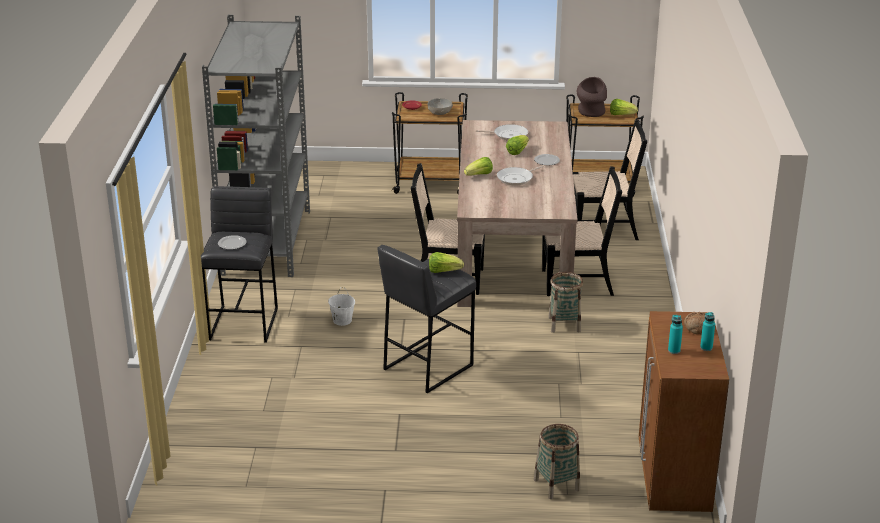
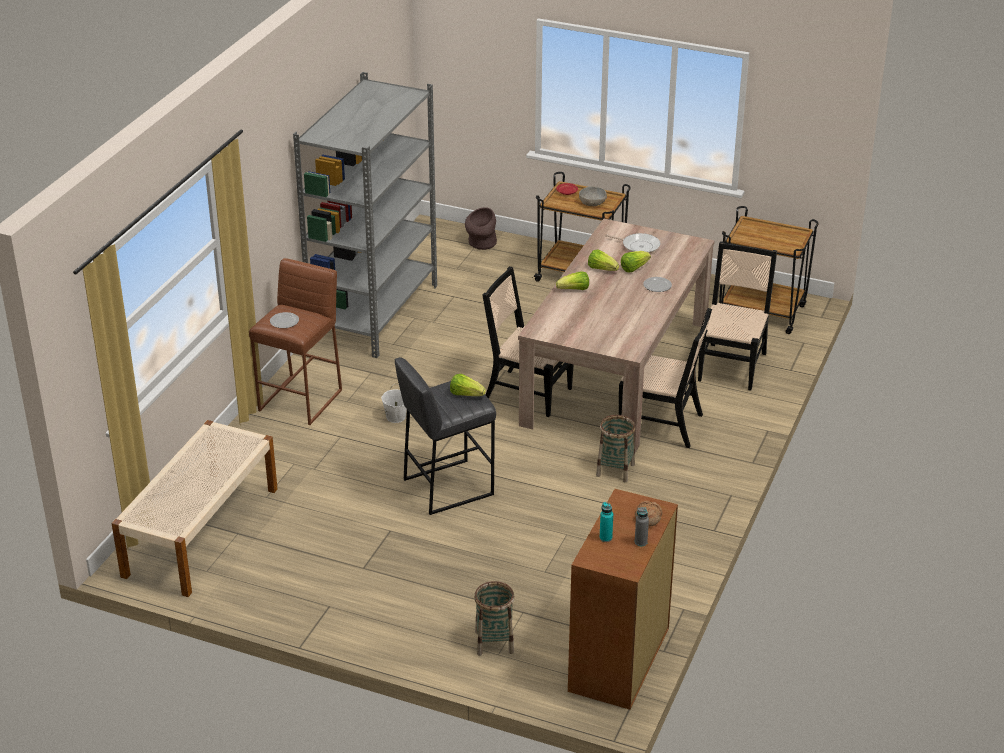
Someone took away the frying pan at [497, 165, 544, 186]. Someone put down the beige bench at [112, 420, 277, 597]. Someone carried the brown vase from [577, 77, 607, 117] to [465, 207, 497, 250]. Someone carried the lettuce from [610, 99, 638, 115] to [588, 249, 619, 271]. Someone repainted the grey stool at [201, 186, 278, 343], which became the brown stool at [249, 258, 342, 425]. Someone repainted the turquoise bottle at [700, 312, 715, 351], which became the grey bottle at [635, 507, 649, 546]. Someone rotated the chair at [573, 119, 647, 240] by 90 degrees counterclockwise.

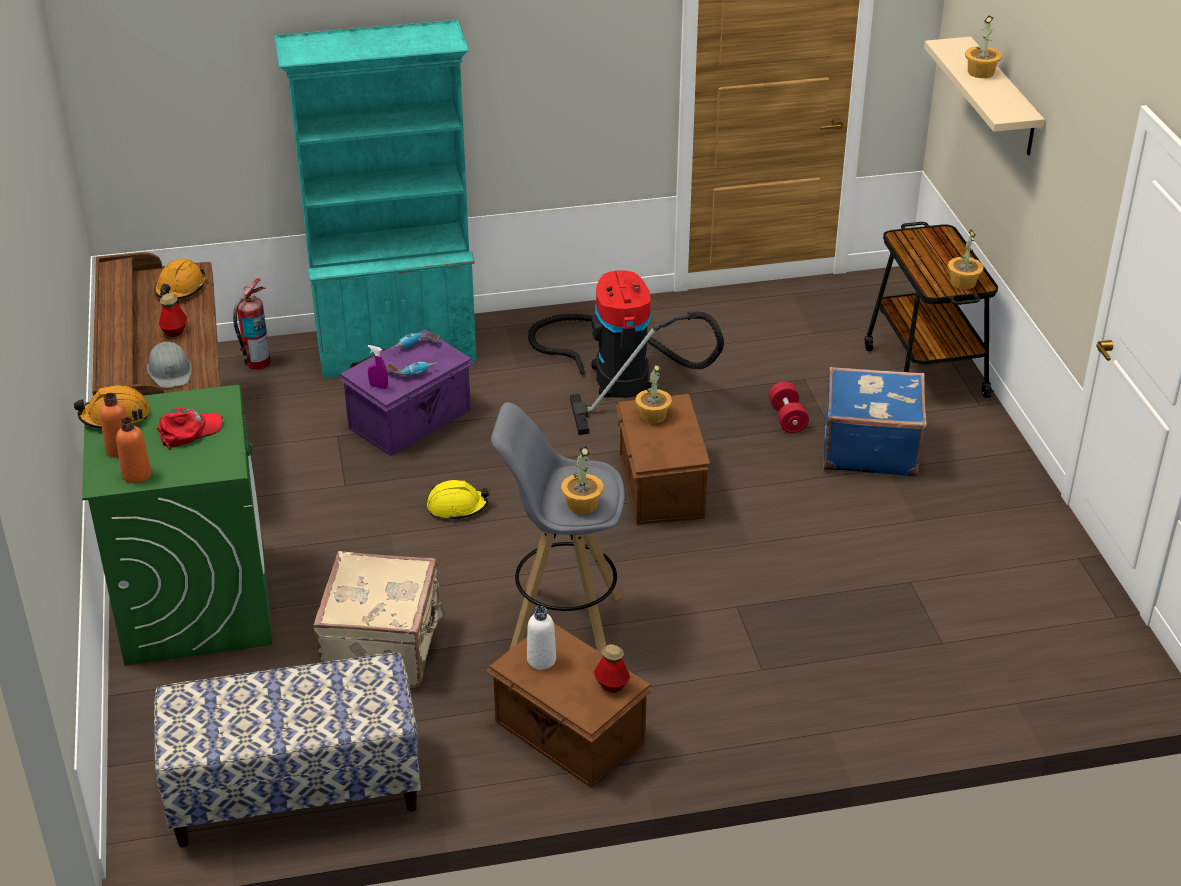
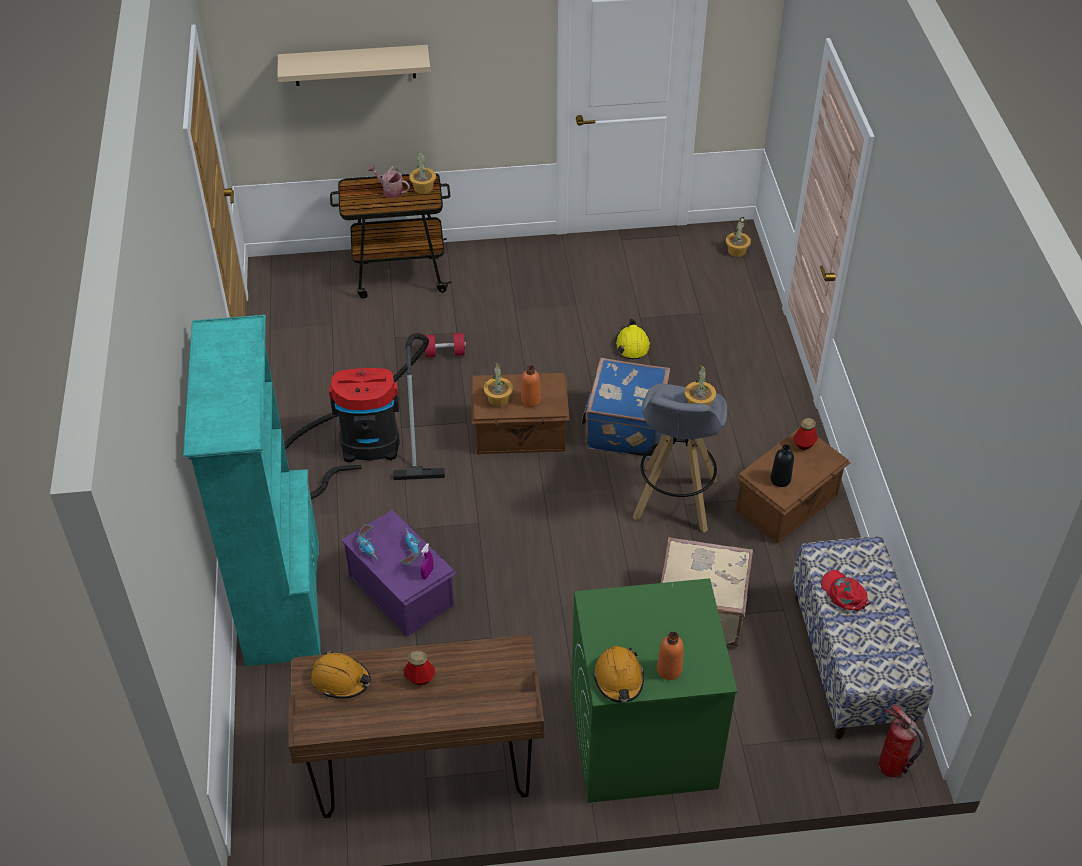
Someone took away the grey hard hat at [147, 342, 192, 388]. Someone put down the watering can at [368, 165, 410, 198]. Someone carried the orange bottle from [116, 417, 152, 484] to [521, 365, 541, 407]. Someone carried the red cap from [157, 408, 223, 450] to [821, 570, 872, 611]. Someone carried the fire extinguisher from [233, 278, 270, 370] to [879, 705, 925, 777]. Someone carried the yellow hard hat from [427, 480, 490, 521] to [615, 319, 651, 359]. Someone carried the blue suitcase from [823, 367, 927, 477] to [582, 358, 670, 458]. Someone carried the potted plant from [965, 16, 1002, 78] to [726, 217, 751, 257]. Someone repainted the white bottle at [527, 606, 556, 670], which became the black bottle at [770, 444, 794, 487].

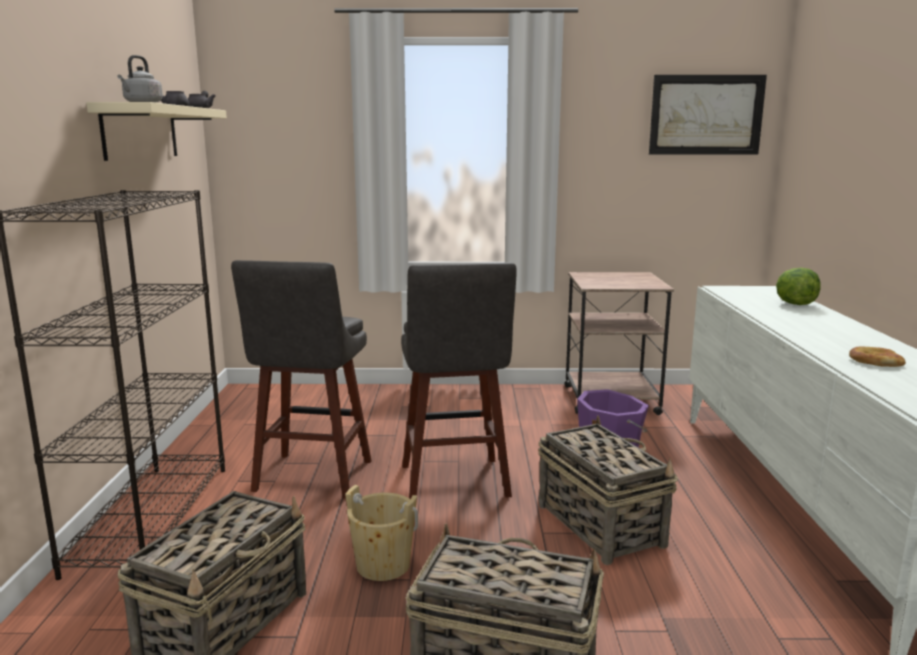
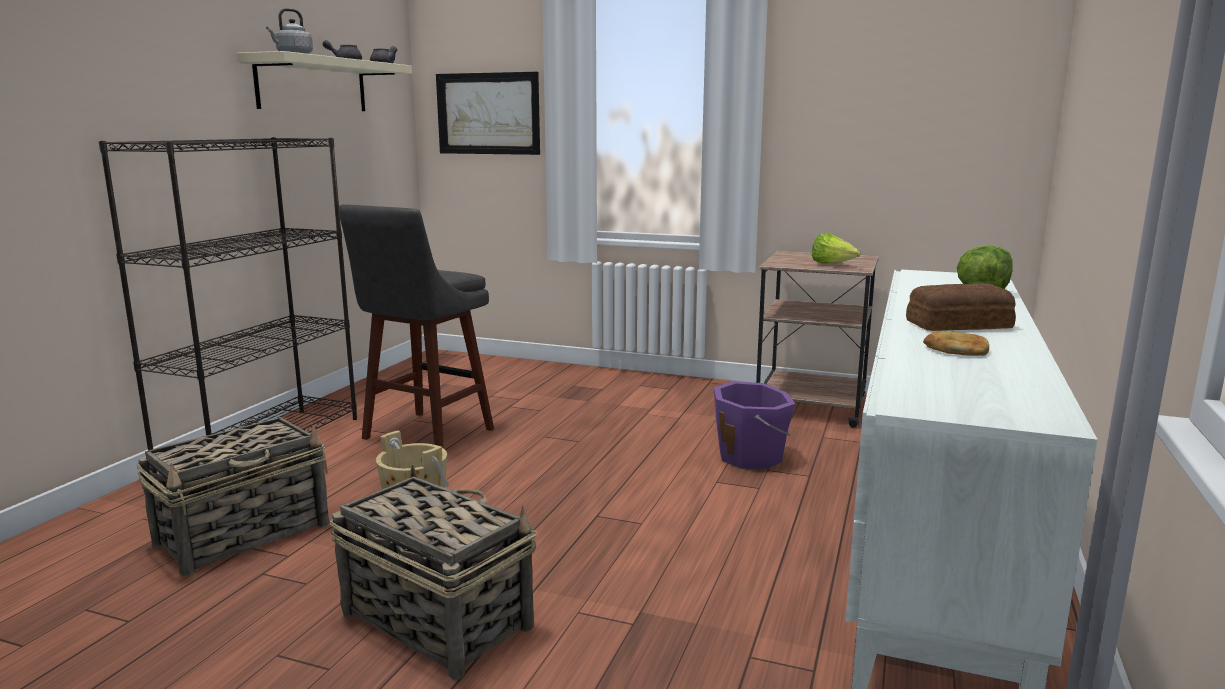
Someone took away the grey stool at [401, 262, 517, 499]. Someone took away the basket at [538, 415, 679, 565]. Someone put down the lettuce at [812, 233, 861, 264]. Someone put down the bread at [906, 283, 1016, 331]. Someone carried the picture from [649, 75, 767, 155] to [436, 72, 540, 155].

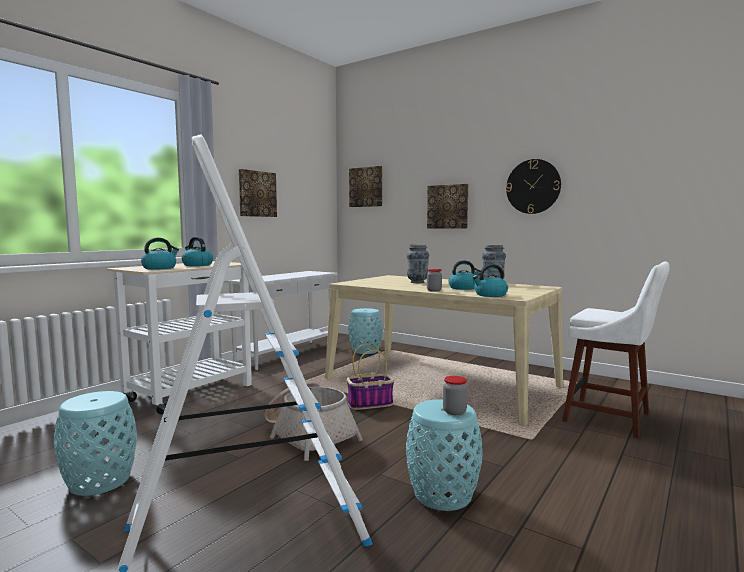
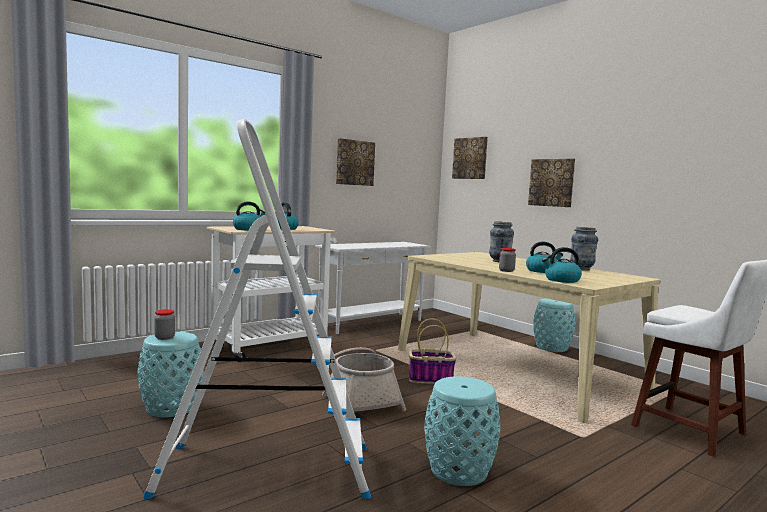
Someone took away the wall clock at [506, 159, 561, 214]. Someone carried the turquoise stool from [348, 308, 383, 354] to [533, 298, 575, 352]. Someone carried the jar from [443, 376, 468, 415] to [154, 309, 175, 340].

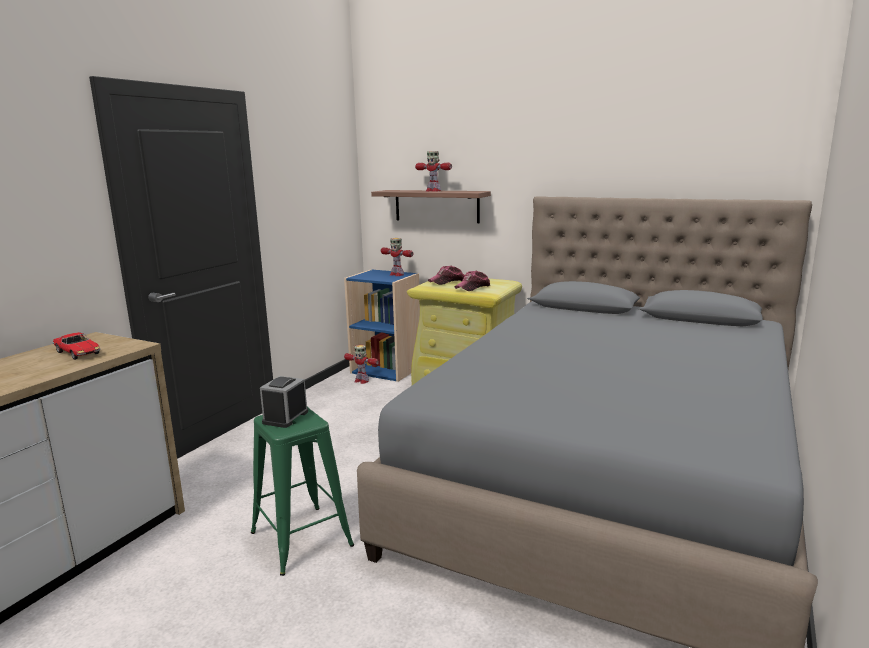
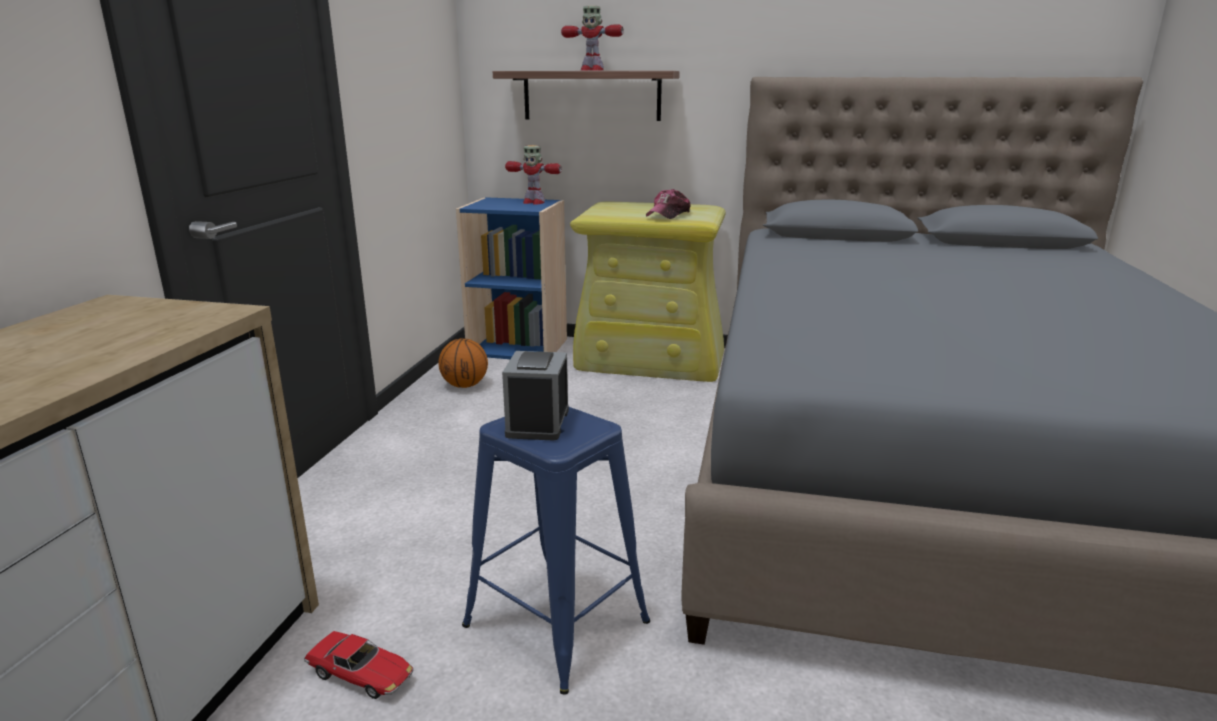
Someone took away the toy robot at [344, 345, 379, 384]. Someone took away the cap at [428, 266, 465, 285]. Someone put down the basketball at [439, 338, 488, 388]. Someone carried the toy car from [53, 332, 101, 360] to [304, 631, 414, 699]. Someone repainted the green stool at [251, 407, 354, 576], which became the blue stool at [462, 407, 650, 694].

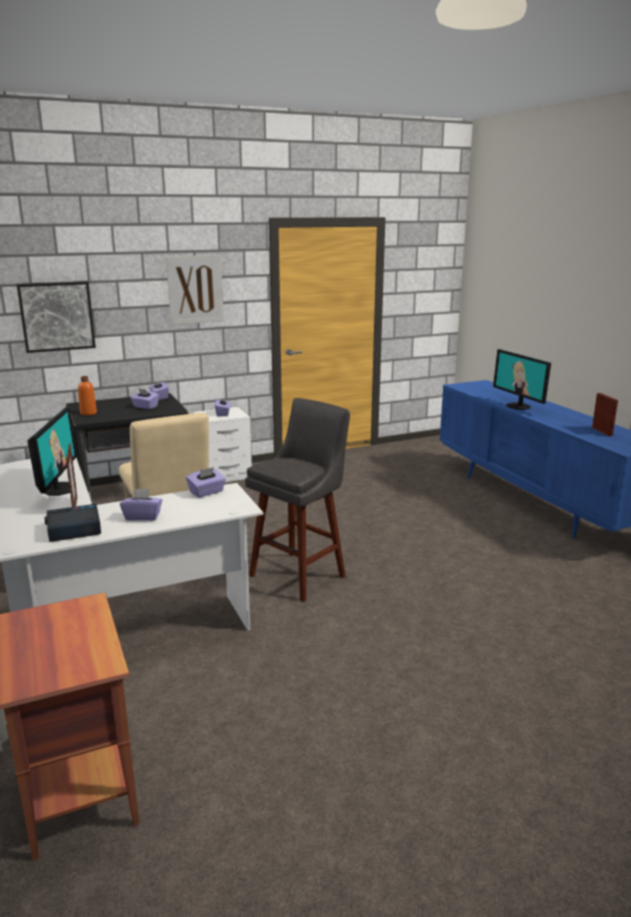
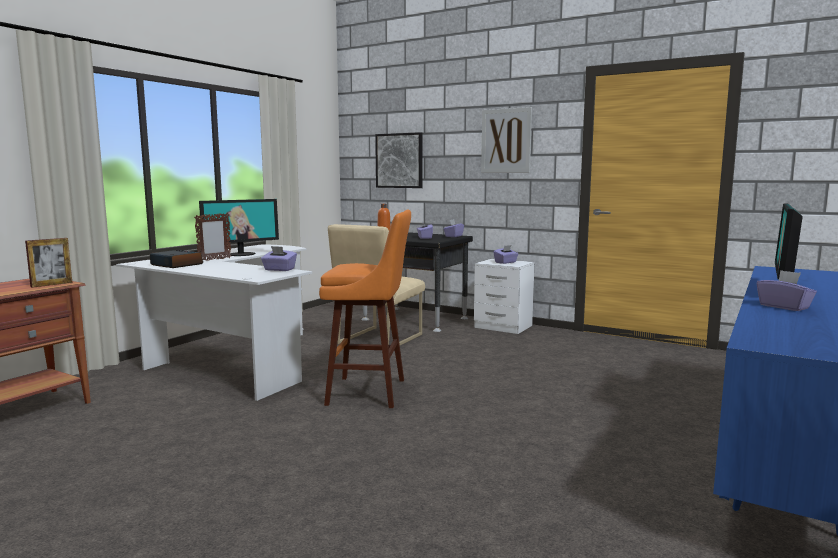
Someone carried the purple tissue box from [120, 489, 162, 521] to [757, 270, 817, 311]. Someone carried the picture frame from [592, 393, 618, 436] to [25, 238, 72, 288]. Someone repainted the grey stool at [245, 398, 350, 602], which became the orange stool at [319, 209, 411, 408].

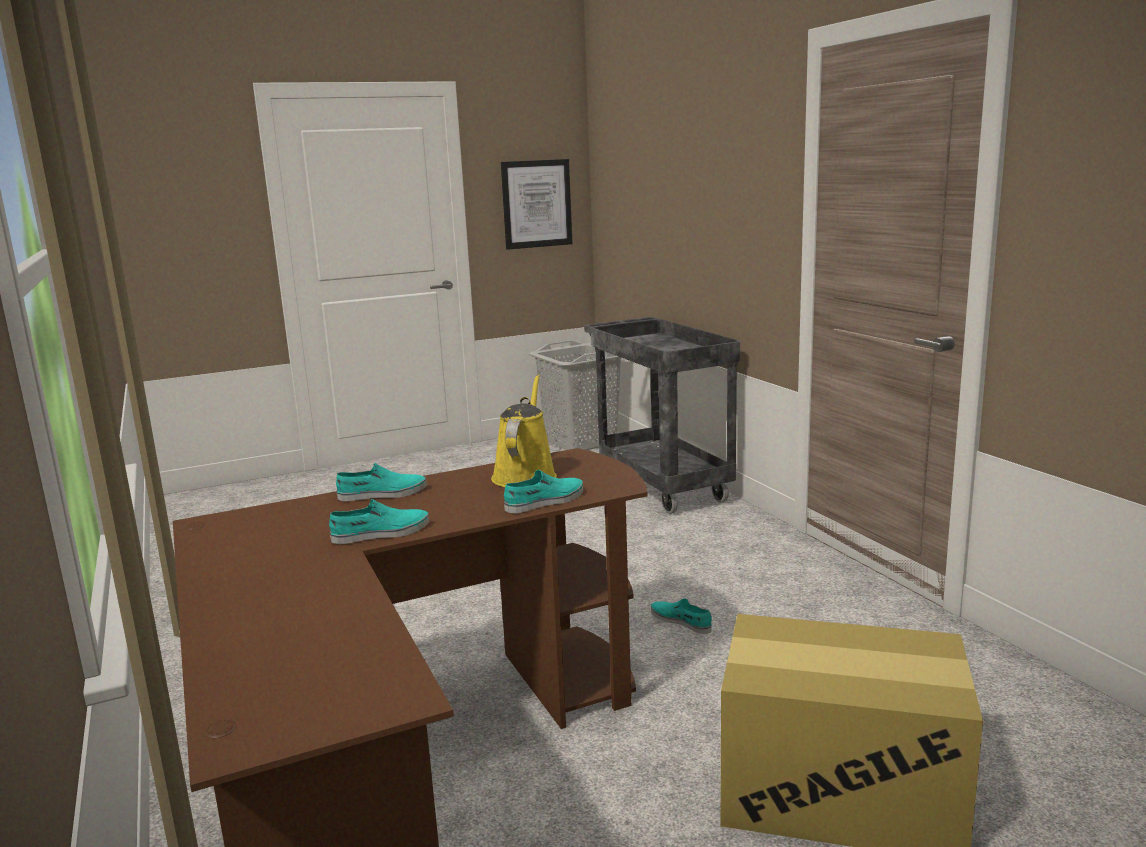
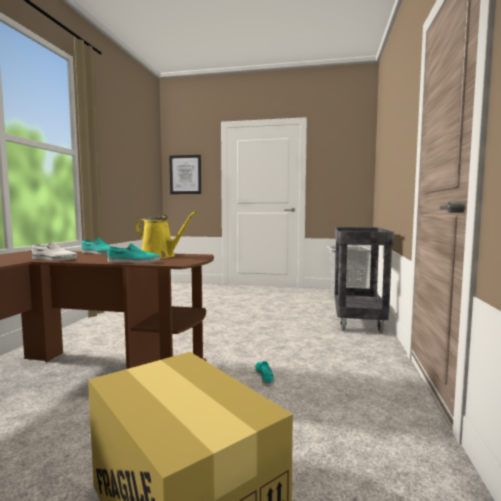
Someone carried the picture from [501, 159, 572, 250] to [169, 155, 201, 194]. Someone repainted the turquoise shoe at [329, 499, 429, 544], which became the white shoe at [32, 241, 77, 261]. Someone rotated the yellow watering can at [491, 375, 557, 487] by 75 degrees clockwise.

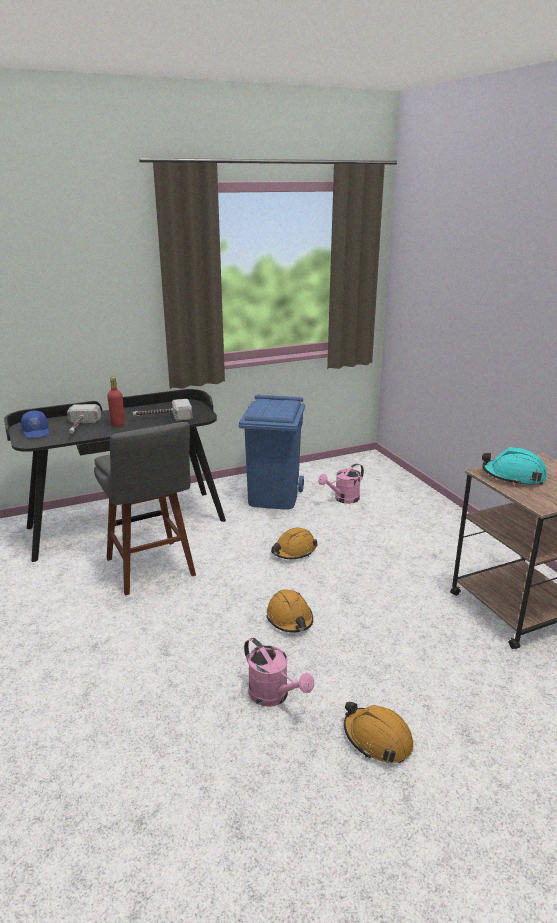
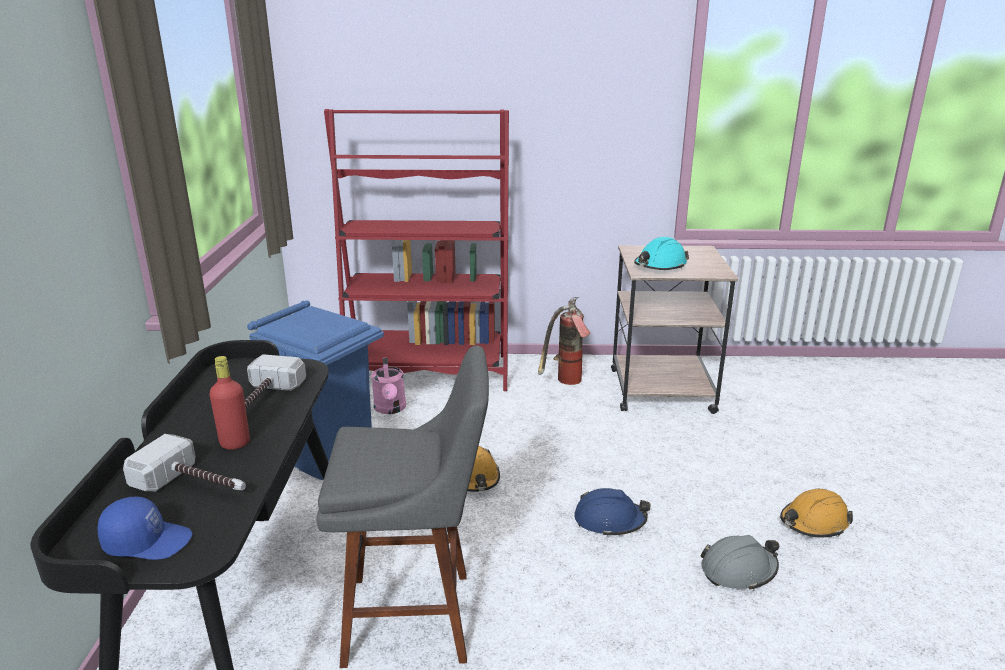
Someone put down the red bookcase at [324, 109, 509, 391]. Someone put down the fire extinguisher at [538, 297, 591, 385]. Someone swapped the pink watering can at [244, 638, 314, 707] for the grey hard hat at [700, 535, 779, 591]. Someone repainted the orange hard hat at [266, 589, 313, 633], which became the blue hard hat at [574, 488, 650, 537].

